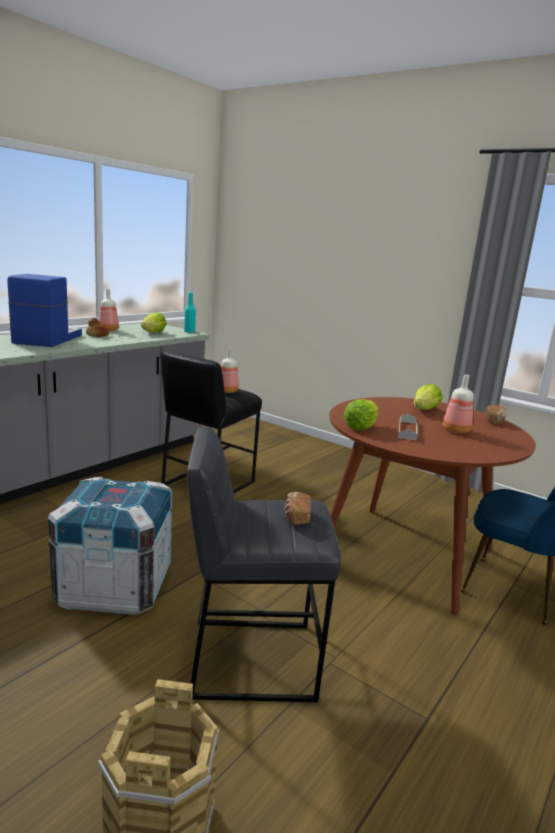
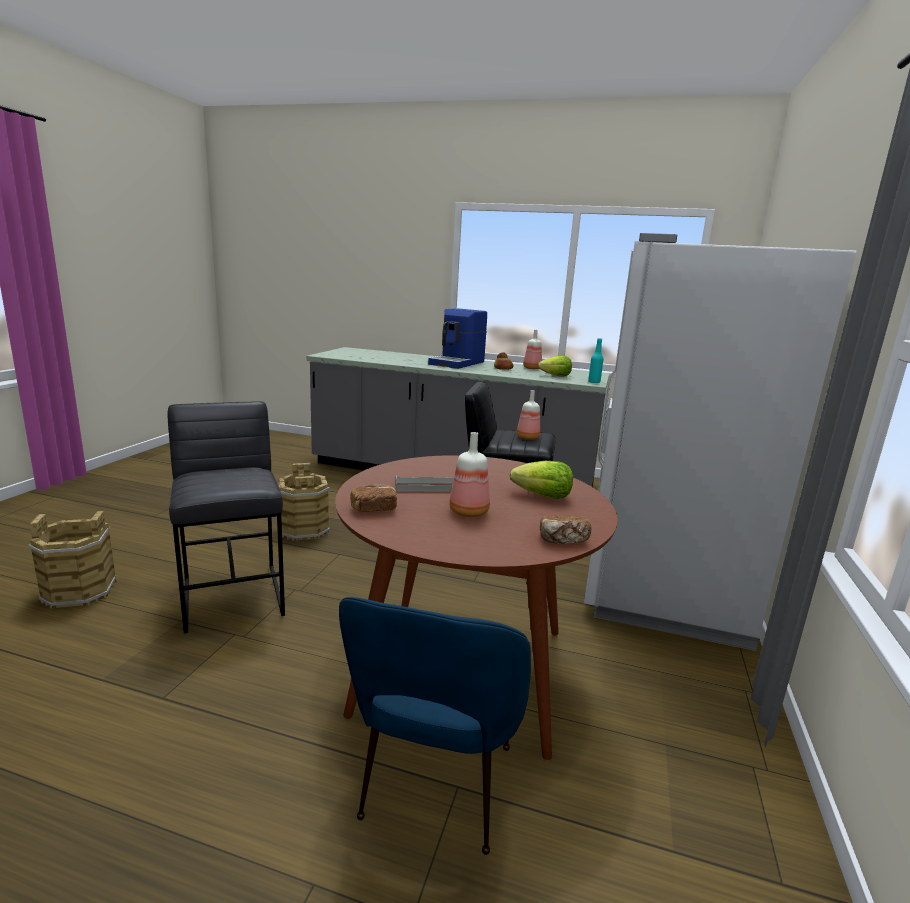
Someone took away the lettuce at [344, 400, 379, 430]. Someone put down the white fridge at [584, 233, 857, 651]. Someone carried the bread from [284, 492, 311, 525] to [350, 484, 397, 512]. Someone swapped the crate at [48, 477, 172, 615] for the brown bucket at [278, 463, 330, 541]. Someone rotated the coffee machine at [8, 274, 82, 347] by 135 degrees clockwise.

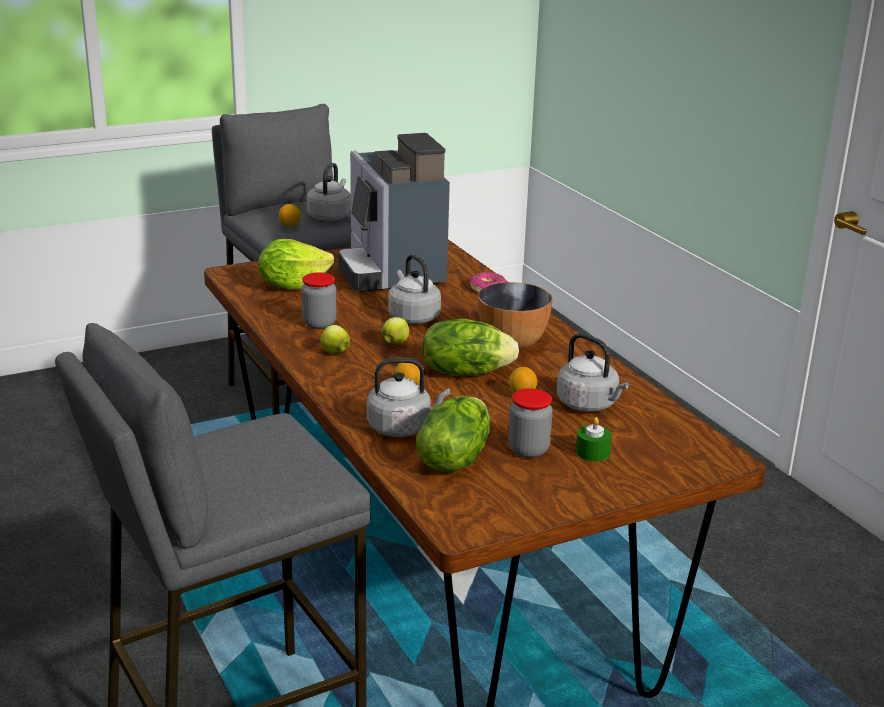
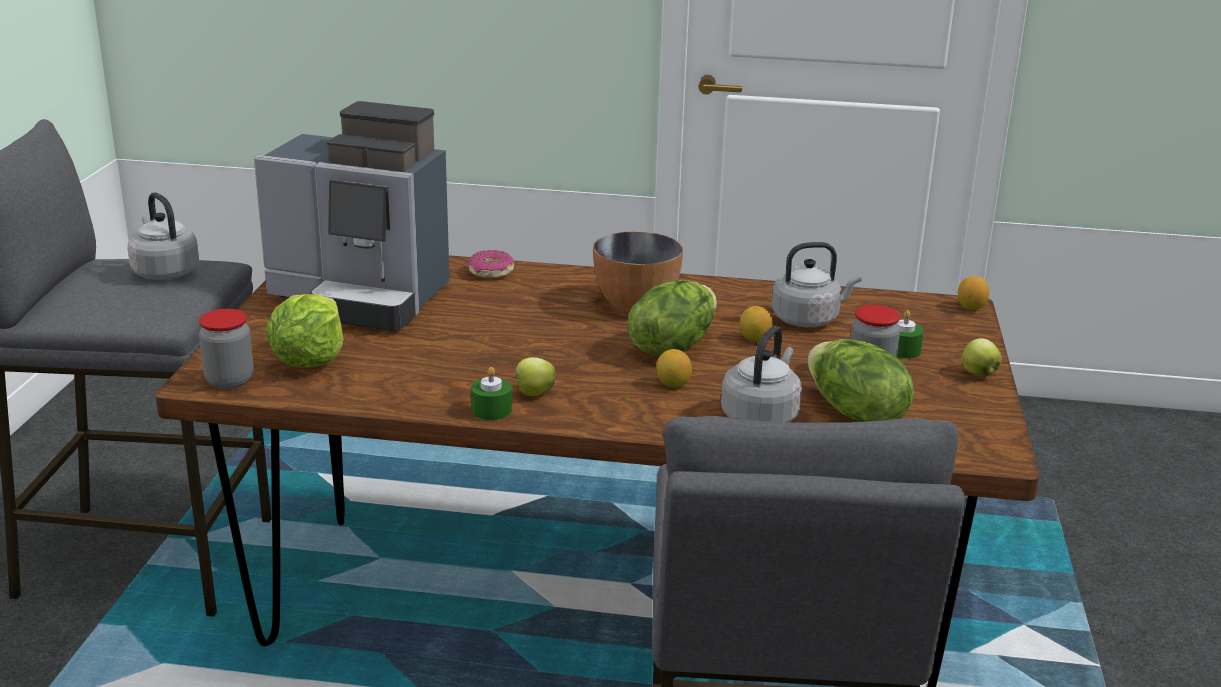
Someone took away the grey kettle at [388, 254, 441, 324]. Someone put down the green candle at [471, 367, 512, 420]. Someone carried the lemon from [279, 204, 300, 227] to [958, 276, 989, 310]. Someone carried the jar from [301, 272, 337, 329] to [199, 309, 254, 389]. Someone carried the apple from [381, 317, 409, 345] to [962, 338, 1002, 376].

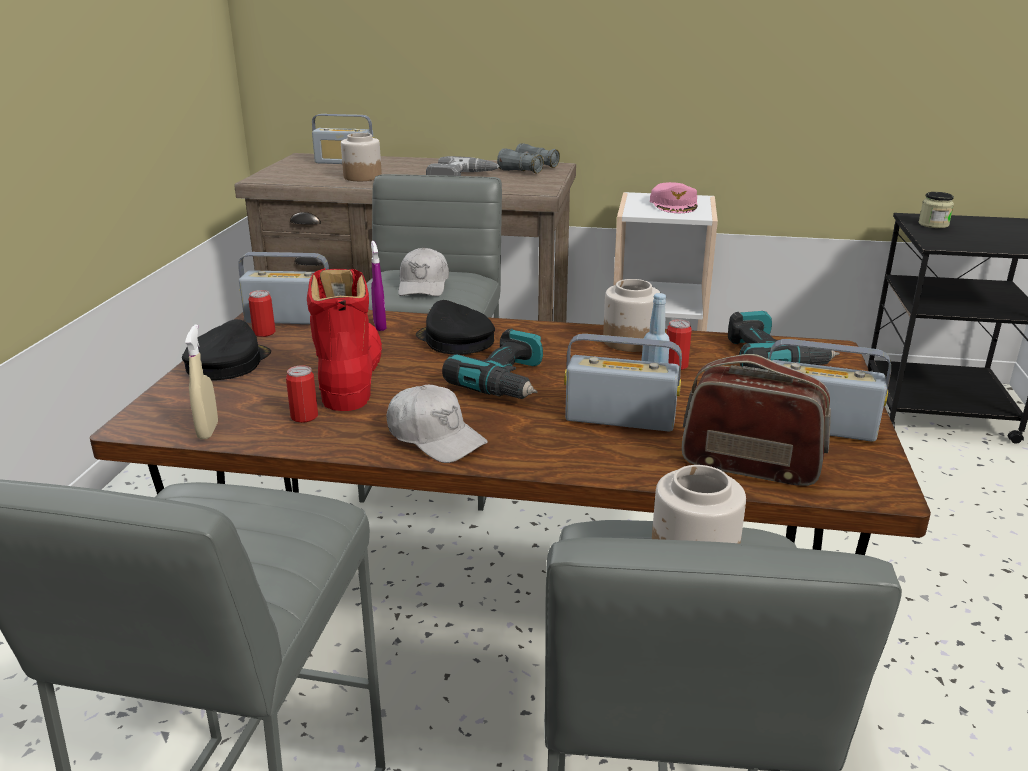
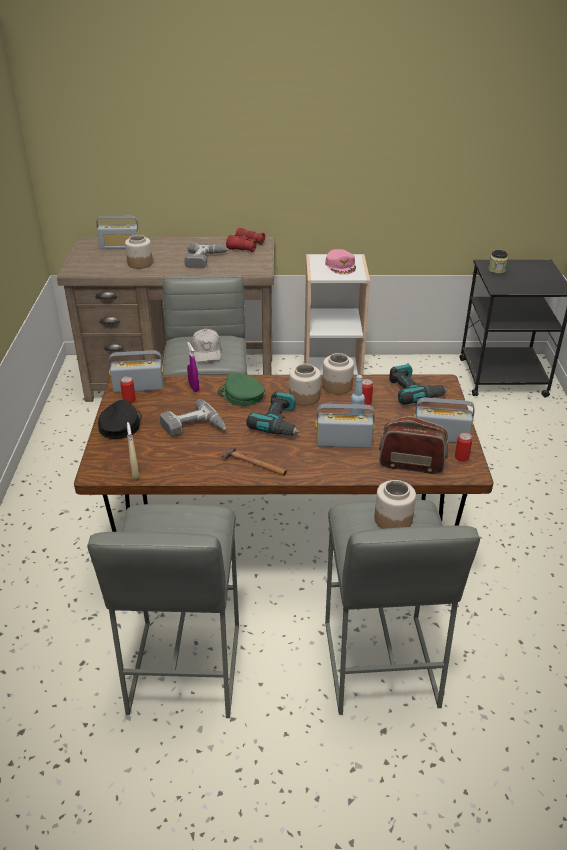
Someone put down the jar at [289, 364, 321, 406]. Someone carried the can from [286, 365, 318, 423] to [455, 432, 472, 462]. Someone swapped the red boot at [307, 268, 382, 411] for the power drill at [159, 399, 226, 437]. Someone swapped the white cap at [386, 385, 488, 463] for the hammer at [221, 447, 287, 476]. Someone repainted the black cap at [416, 300, 495, 354], which became the green cap at [217, 372, 265, 406]. Someone repainted the grey binoculars at [497, 143, 560, 174], which became the red binoculars at [226, 228, 265, 252].

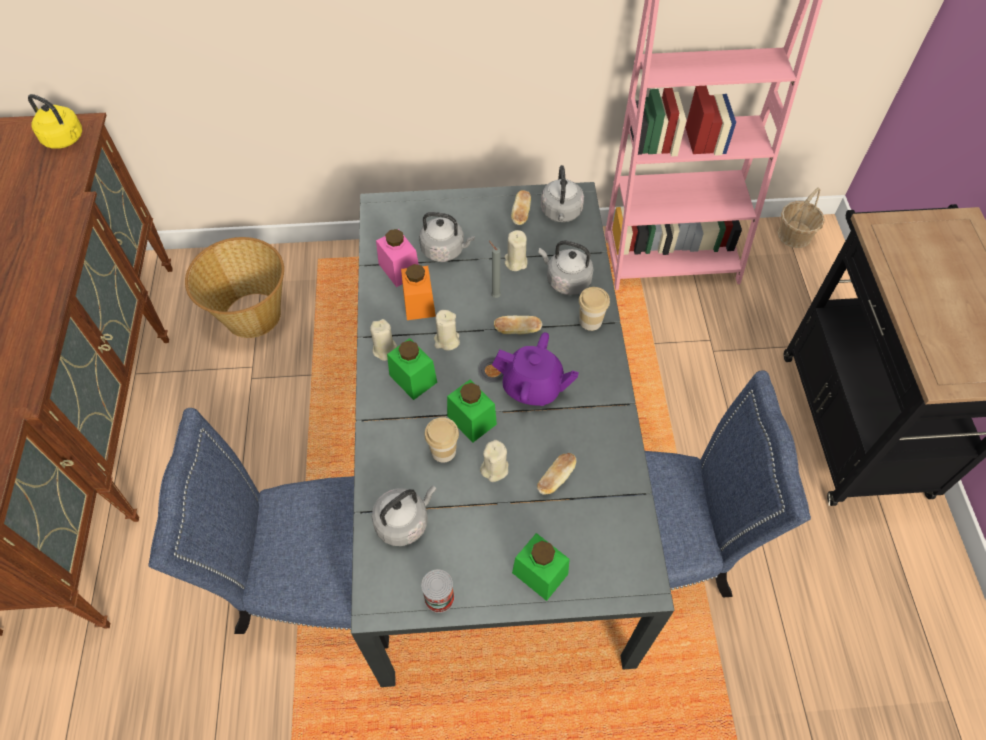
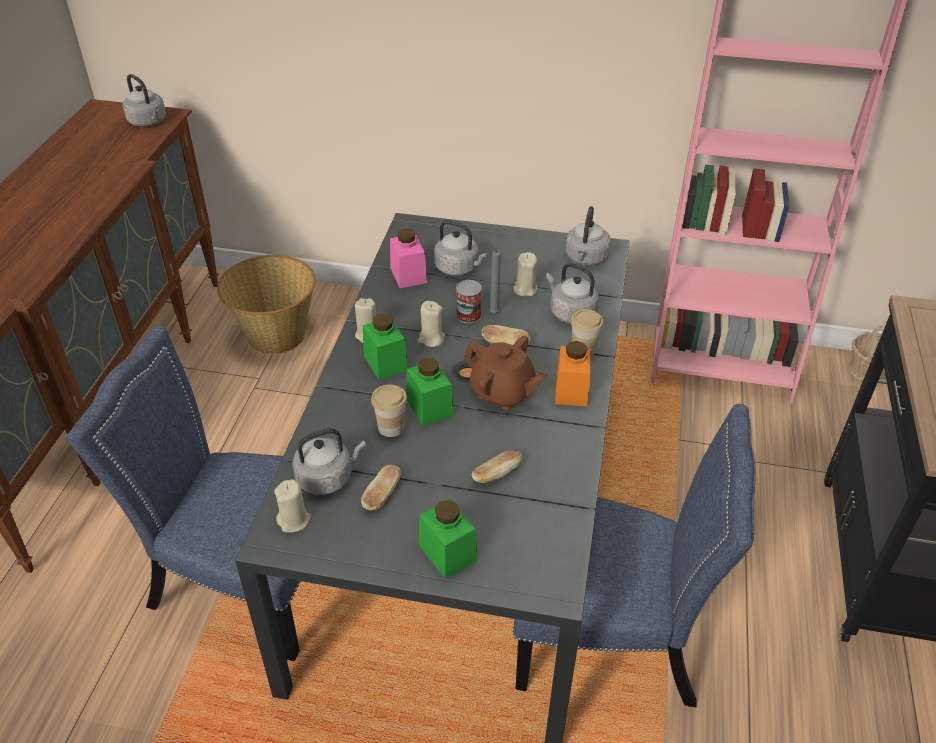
Someone carried the orange jar from [401, 264, 436, 320] to [555, 341, 591, 407]. Someone carried the can from [421, 569, 455, 613] to [456, 280, 482, 323]. Someone carried the beige candle from [480, 440, 508, 482] to [274, 479, 311, 533]. Someone carried the bread from [511, 190, 531, 225] to [361, 464, 401, 510]. Someone repainted the yellow kettle at [28, 94, 82, 149], which became the grey kettle at [123, 74, 166, 127]. Someone repainted the purple teapot at [492, 332, 579, 406], which became the brown teapot at [464, 336, 547, 410].

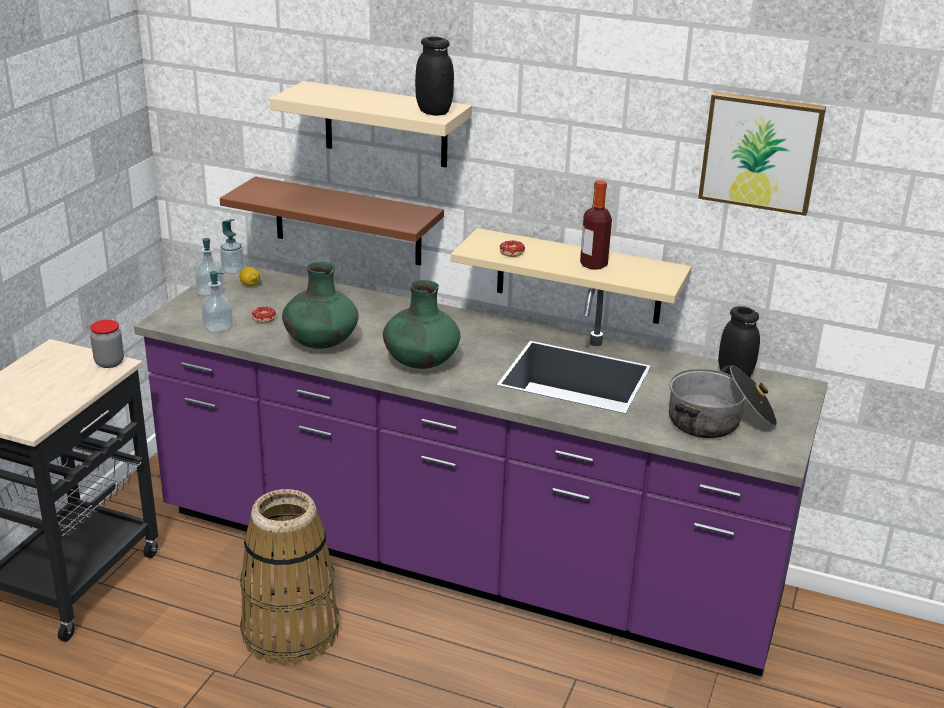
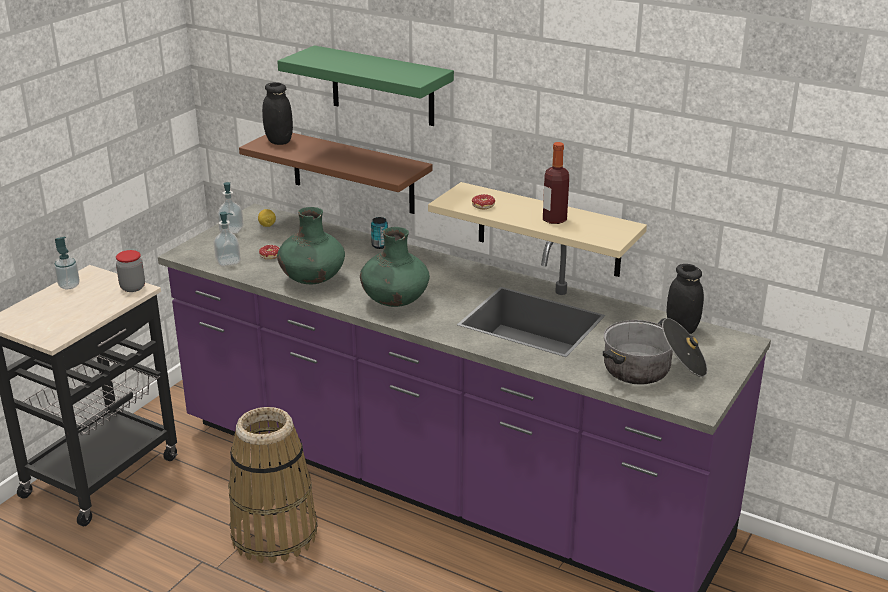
Someone took away the picture at [698, 91, 826, 216]. Someone put down the can at [371, 217, 388, 249]. Someone carried the soap dispenser from [220, 219, 244, 274] to [54, 237, 80, 289]. Someone carried the black jar from [415, 37, 454, 116] to [262, 82, 293, 145]. Someone repainted the beige shelf at [270, 81, 472, 167], which became the green shelf at [277, 45, 454, 126].

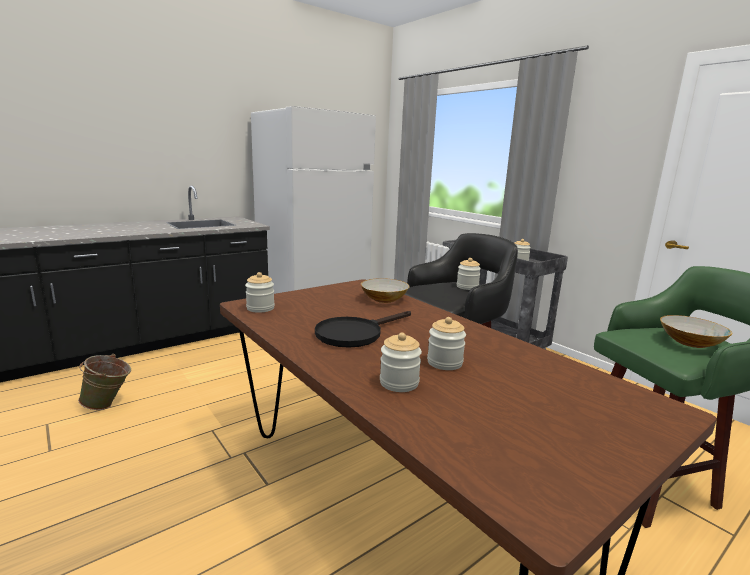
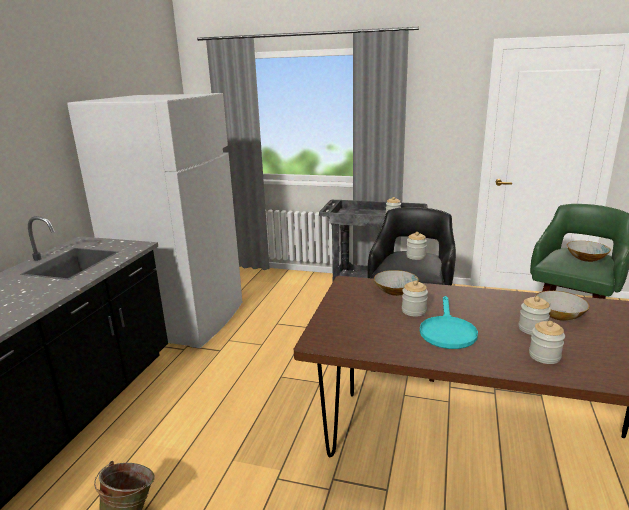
Someone put down the bowl at [535, 291, 590, 321]. Someone carried the jar from [245, 272, 275, 313] to [402, 280, 428, 317]. Someone repainted the black frying pan at [315, 311, 411, 348], which became the turquoise frying pan at [420, 296, 478, 349].

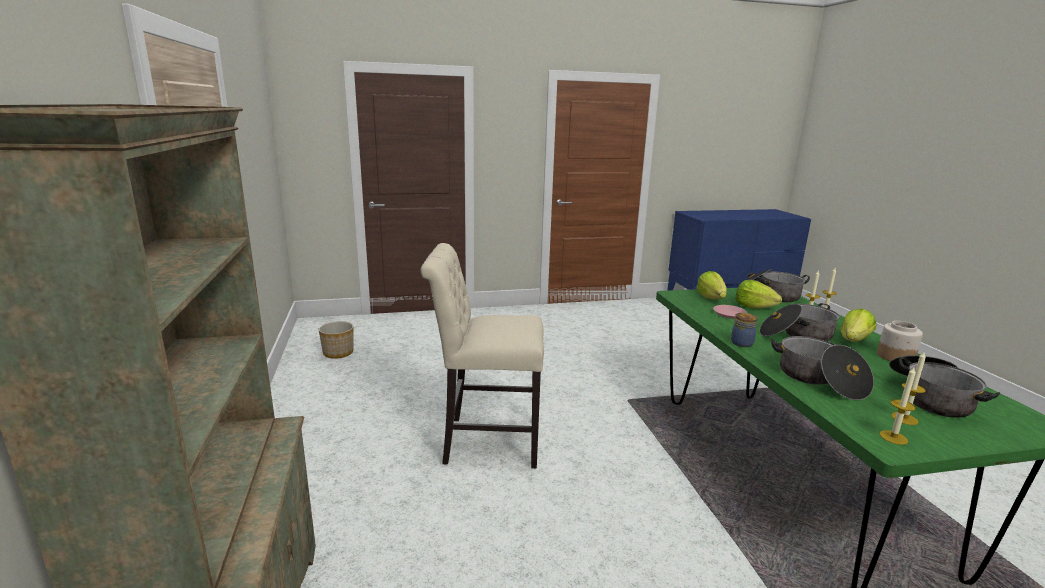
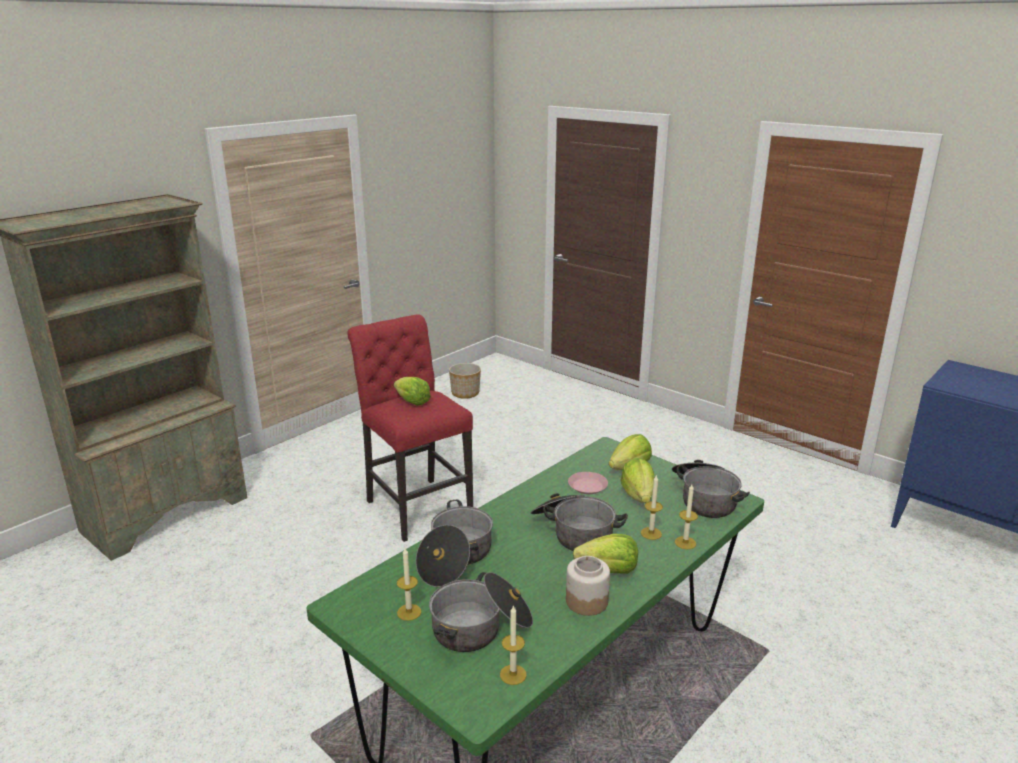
Someone took away the jar at [731, 313, 758, 347]. Someone put down the lettuce at [394, 377, 431, 406]. Someone carried the candle from [880, 367, 916, 445] to [500, 605, 527, 685]. Someone repainted the beige stool at [420, 243, 544, 469], which became the red stool at [348, 315, 473, 542].

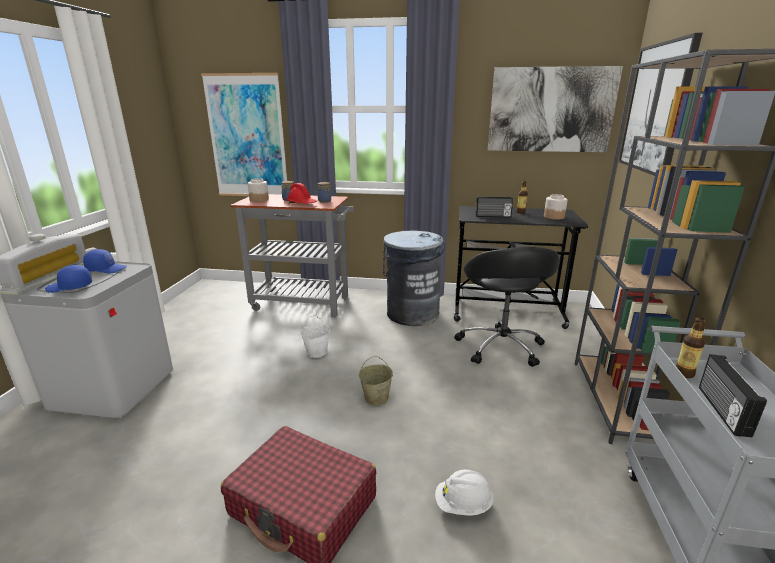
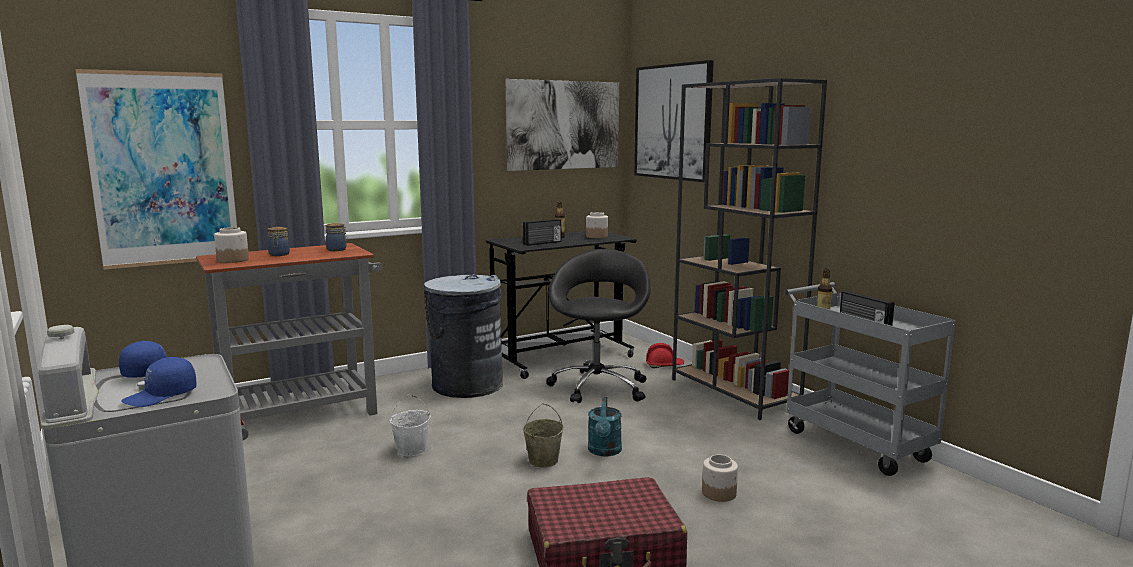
Someone put down the turquoise watering can at [588, 397, 622, 456]. Someone carried the red hard hat from [286, 183, 317, 204] to [646, 343, 684, 368]. Someone swapped the white hard hat at [435, 470, 494, 516] for the jar at [702, 454, 738, 502]. Someone rotated the black office chair at [454, 247, 560, 367] by 120 degrees counterclockwise.

